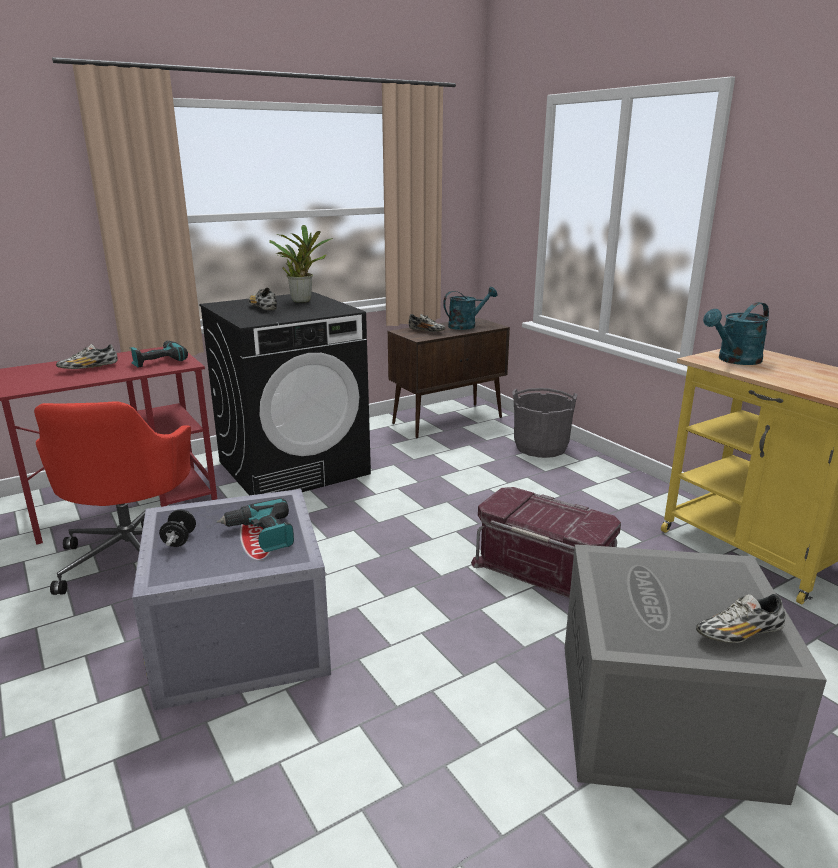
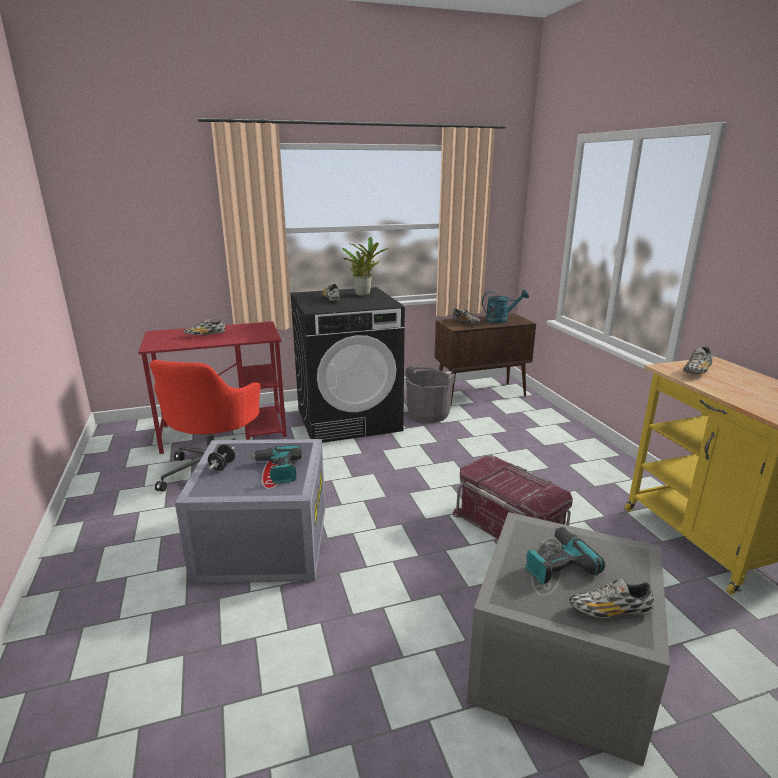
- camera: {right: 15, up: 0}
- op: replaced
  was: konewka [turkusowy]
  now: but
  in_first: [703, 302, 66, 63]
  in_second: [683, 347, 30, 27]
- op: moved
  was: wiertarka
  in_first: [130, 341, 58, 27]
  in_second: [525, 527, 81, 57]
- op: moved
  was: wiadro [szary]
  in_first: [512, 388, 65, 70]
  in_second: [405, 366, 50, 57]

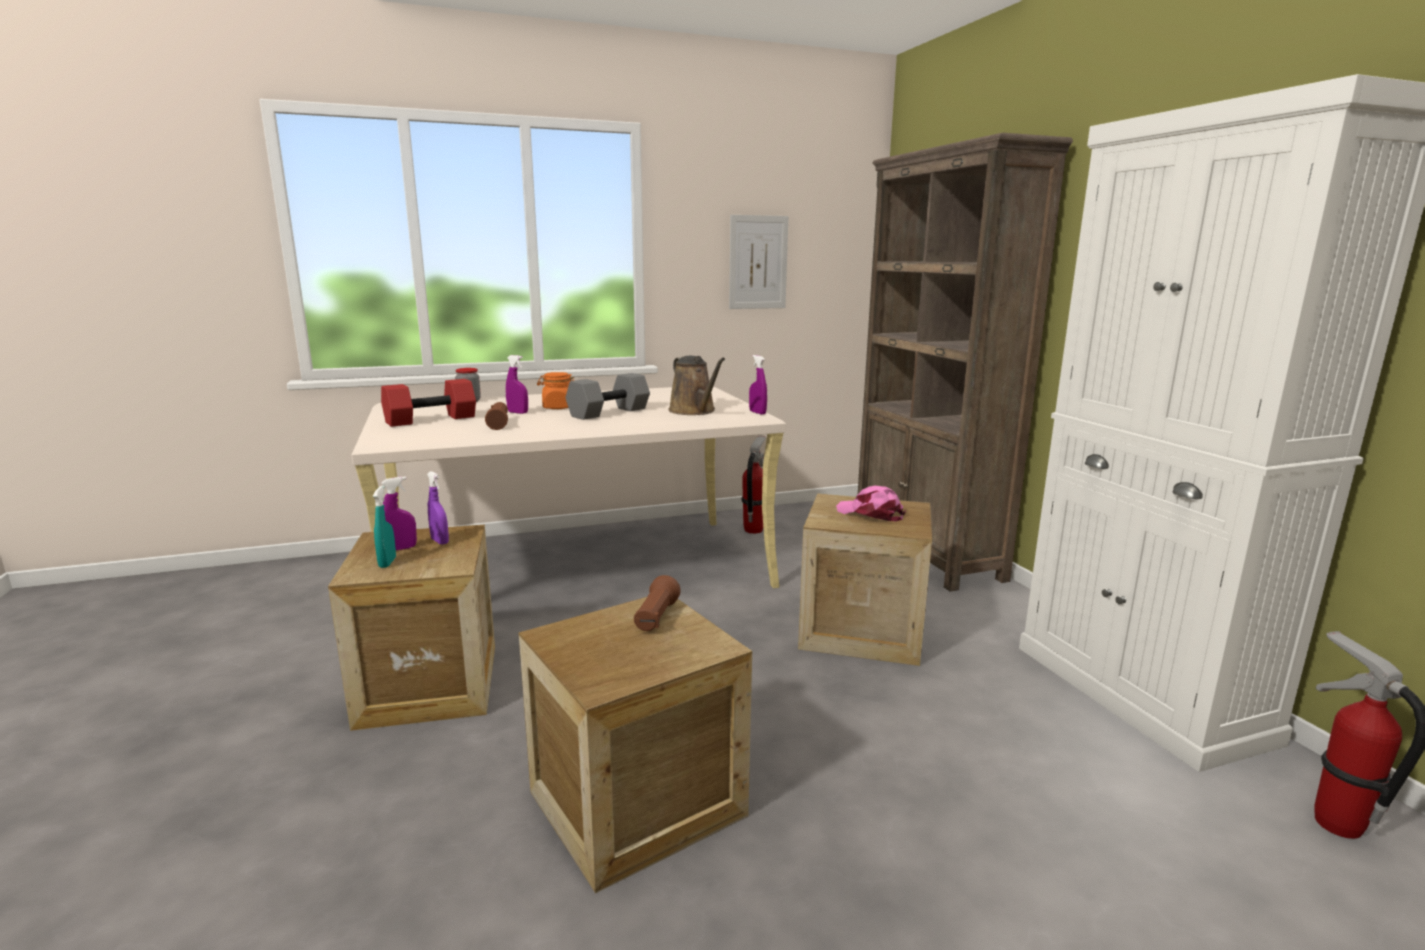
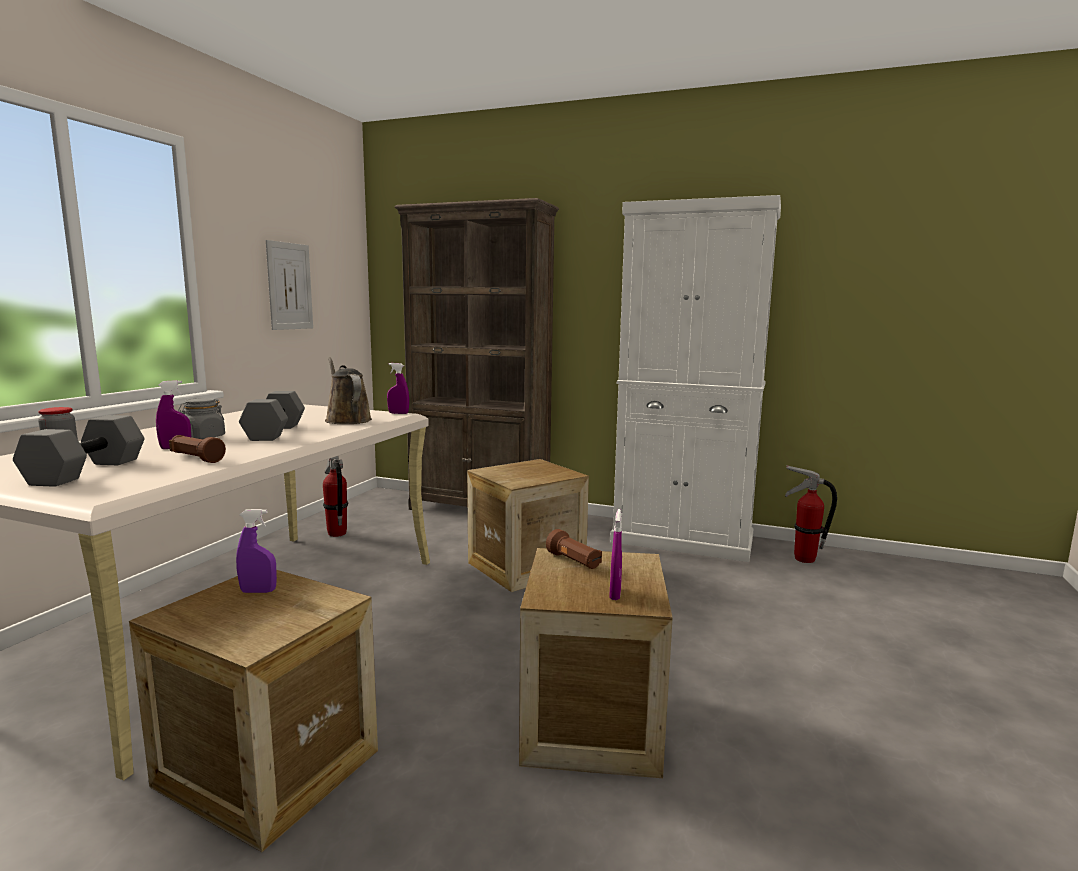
- camera: {right: -50, up: -5}
- op: turned
  was: konewka [brązowy]
  in_first: [668, 356, 57, 59]
  in_second: [325, 357, 47, 67]
  clockwise: -135
- op: recoloured
  was: słoik [pomarańczowy]
  now: słoik [szary]
  in_first: [537, 372, 38, 37]
  in_second: [178, 398, 47, 41]
- op: recoloured
  was: hantel [czerwony]
  now: hantel [szary]
  in_first: [381, 379, 95, 48]
  in_second: [13, 415, 131, 72]
- op: moved
  was: spryskiwacz [fioletowy]
  in_first: [382, 476, 35, 74]
  in_second: [609, 509, 13, 91]
- op: removed
  was: spryskiwacz [turkusowy]
  in_first: [373, 486, 23, 82]
- op: removed
  was: czapka z daszkiem [różowy]
  in_first: [836, 486, 70, 36]

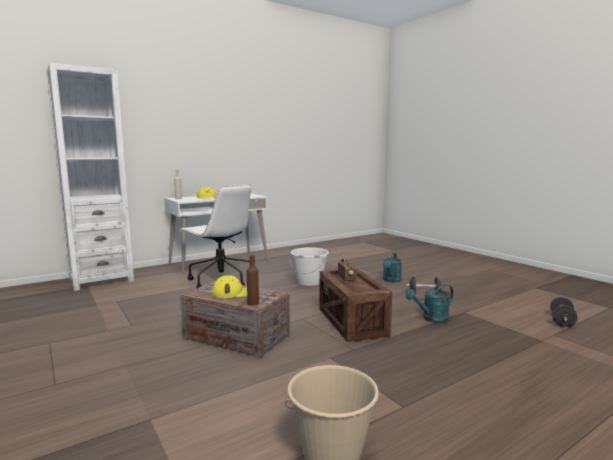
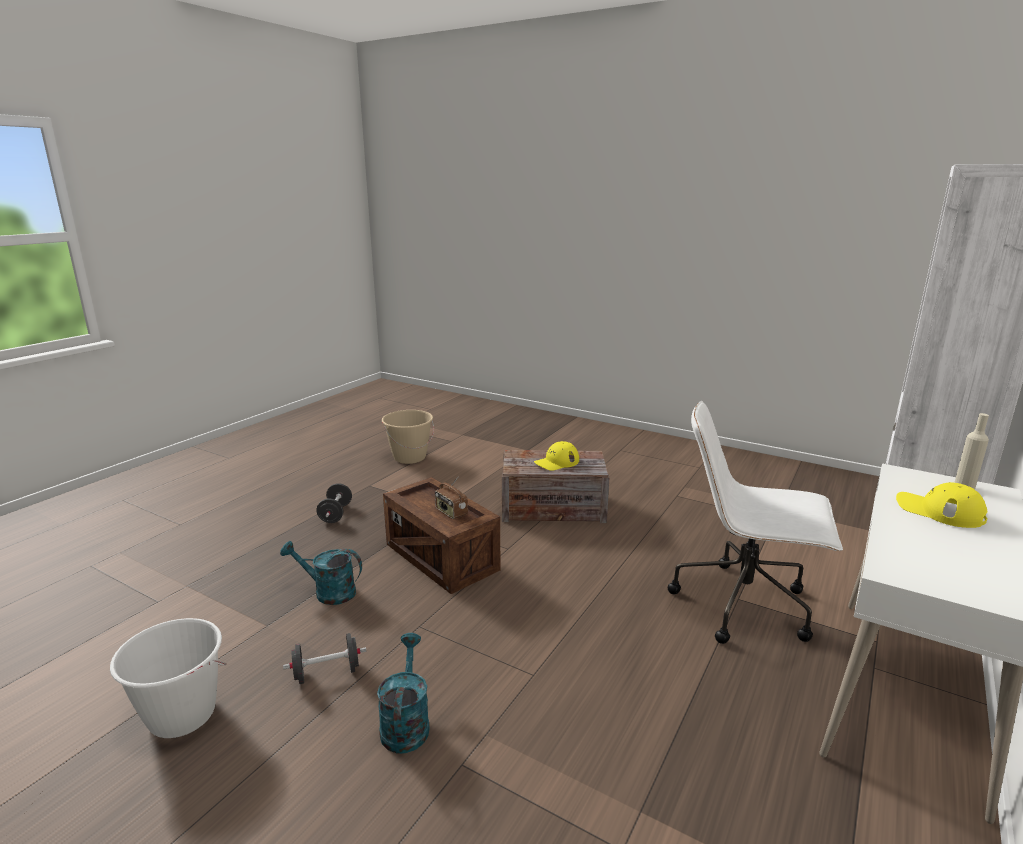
- camera: {right: 155, up: 10}
- op: moved
  was: wiadro [biały]
  in_first: [291, 247, 38, 39]
  in_second: [110, 618, 117, 120]
- op: removed
  was: butelka [brązowy]
  in_first: [247, 255, 12, 51]
- op: turned
  was: konewka [turkusowy]
  in_first: [406, 284, 47, 39]
  in_second: [280, 541, 82, 64]
  clockwise: -120
- op: moved
  was: hantel [czarny]
  in_first: [550, 297, 28, 30]
  in_second: [316, 483, 36, 40]

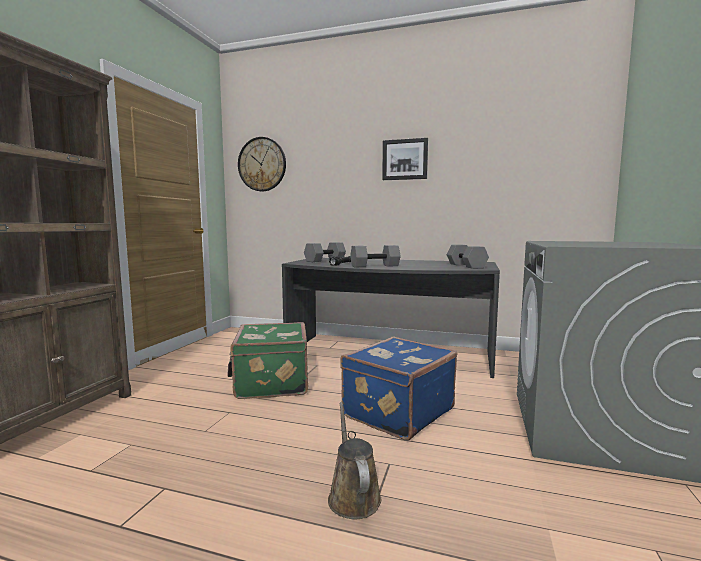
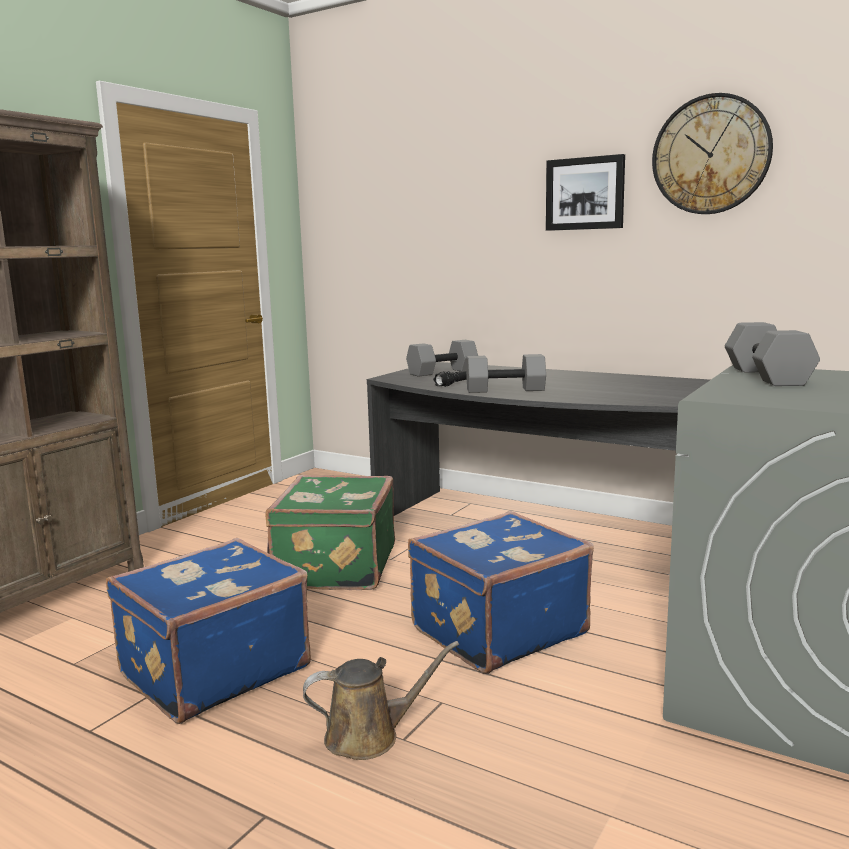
- camera: {right: 15, up: 5}
- op: moved
  was: zegar ścienny
  in_first: [238, 137, 48, 54]
  in_second: [652, 93, 121, 121]
- op: moved
  was: hantel [szary]
  in_first: [447, 245, 42, 24]
  in_second: [725, 322, 95, 64]
- op: turned
  was: konewka [brązowy]
  in_first: [328, 402, 53, 117]
  in_second: [303, 641, 156, 119]
  clockwise: 75
- op: added
  now: walizka [niebieski]
  in_second: [106, 538, 205, 186]

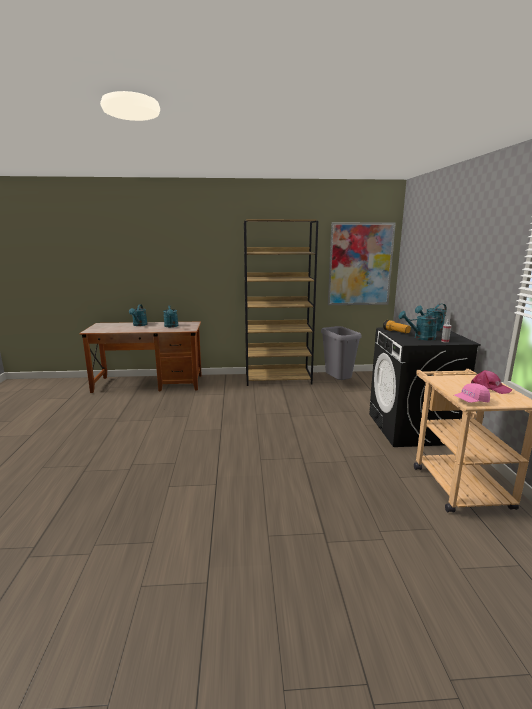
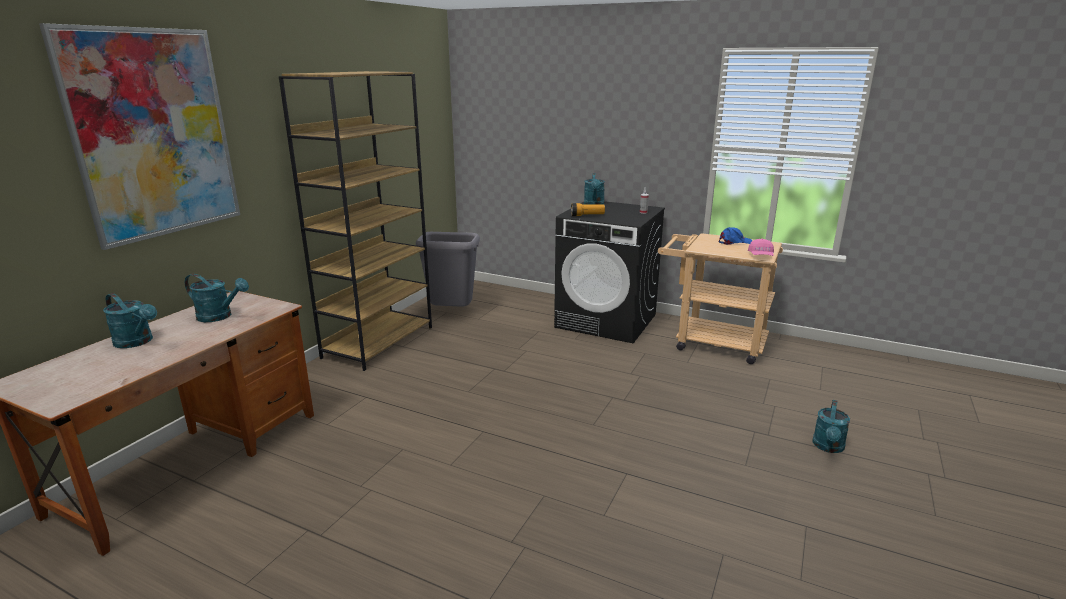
- camera: {right: -60, up: 5}
- op: moved
  was: obraz
  in_first: [328, 222, 68, 83]
  in_second: [39, 23, 201, 227]
- op: moved
  was: konewka [turkusowy]
  in_first: [398, 311, 45, 29]
  in_second: [812, 400, 38, 53]
- op: recoloured
  was: czapka z daszkiem [różowy]
  now: czapka z daszkiem [niebieski]
  in_first: [471, 370, 41, 24]
  in_second: [719, 227, 33, 18]

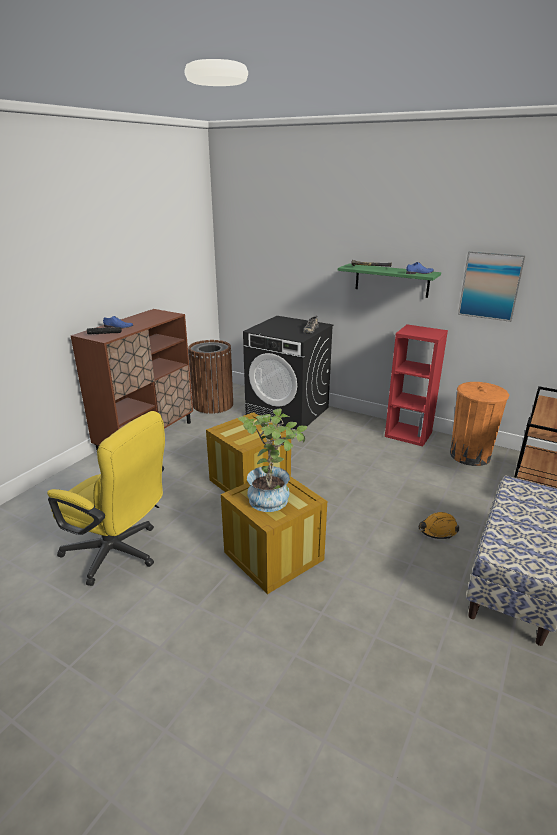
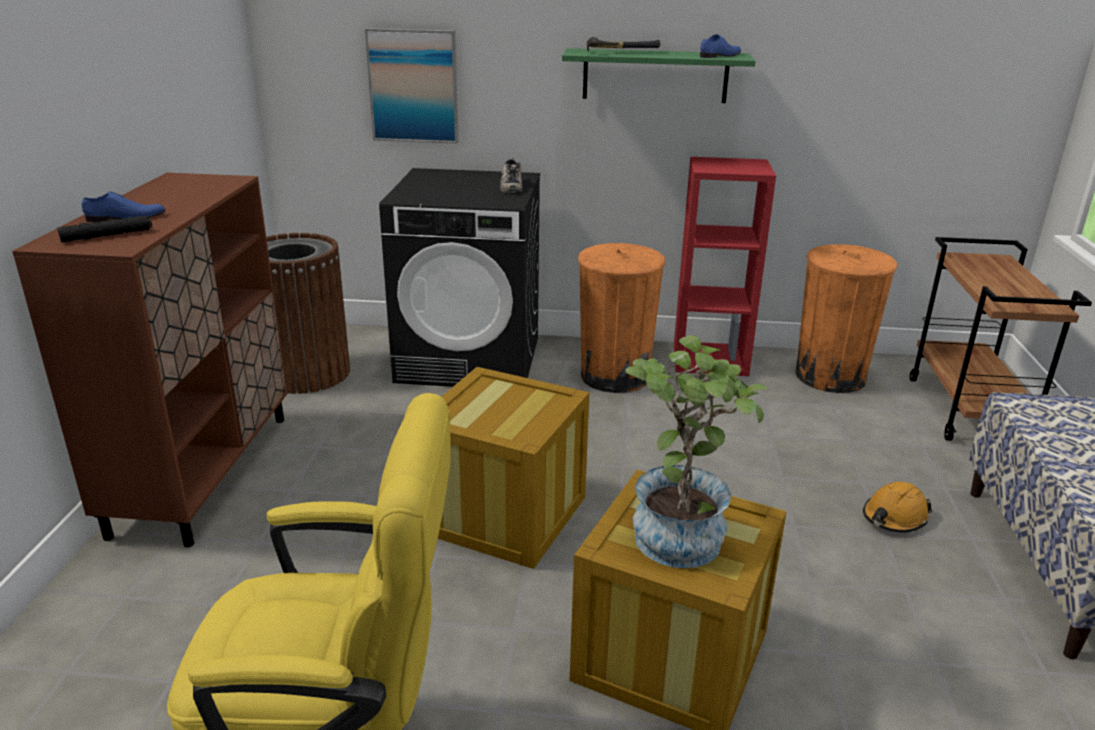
- camera: {right: -25, up: 0}
- op: moved
  was: obraz
  in_first: [458, 251, 68, 71]
  in_second: [365, 28, 94, 116]
- op: added
  now: kosz na śmieci [pomarańczowy]
  in_second: [578, 243, 87, 150]

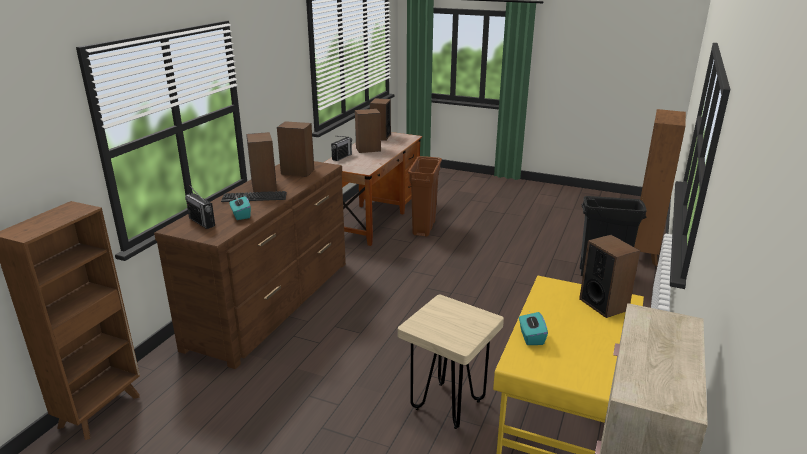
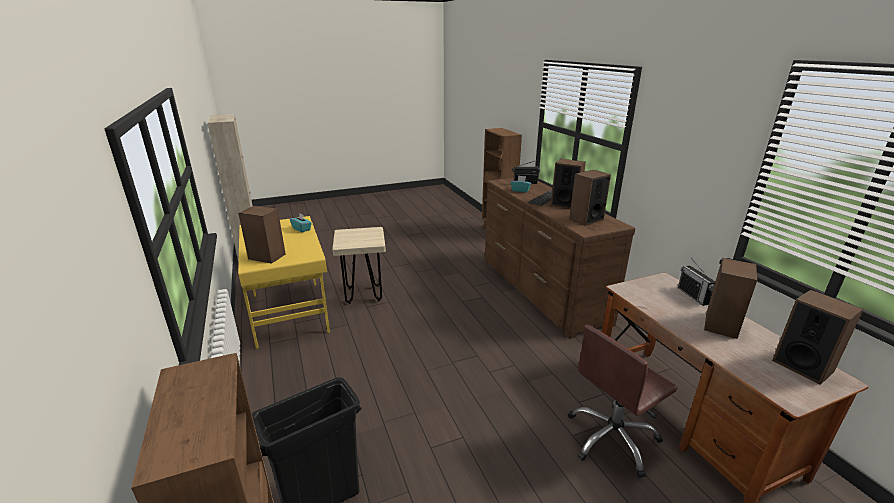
- camera: {right: 135, up: 0}
- op: replaced
  was: kosz na śmieci [brązowy]
  now: krzesło biurowe [brązowy]
  in_first: [408, 156, 34, 81]
  in_second: [568, 325, 110, 153]

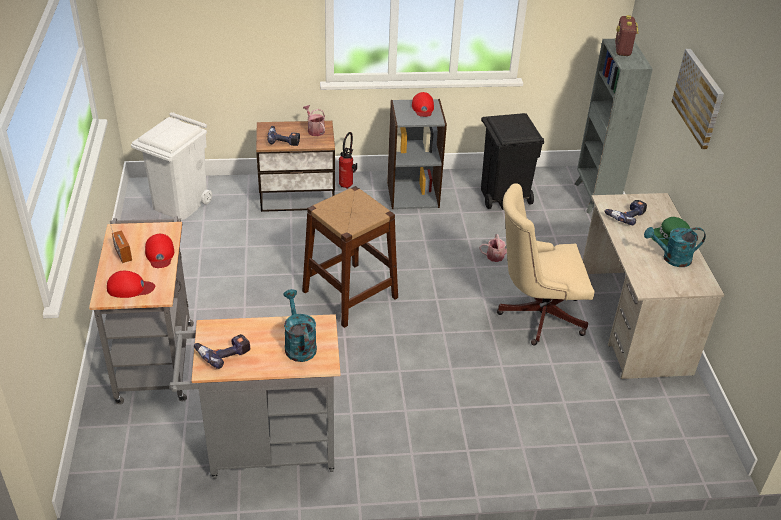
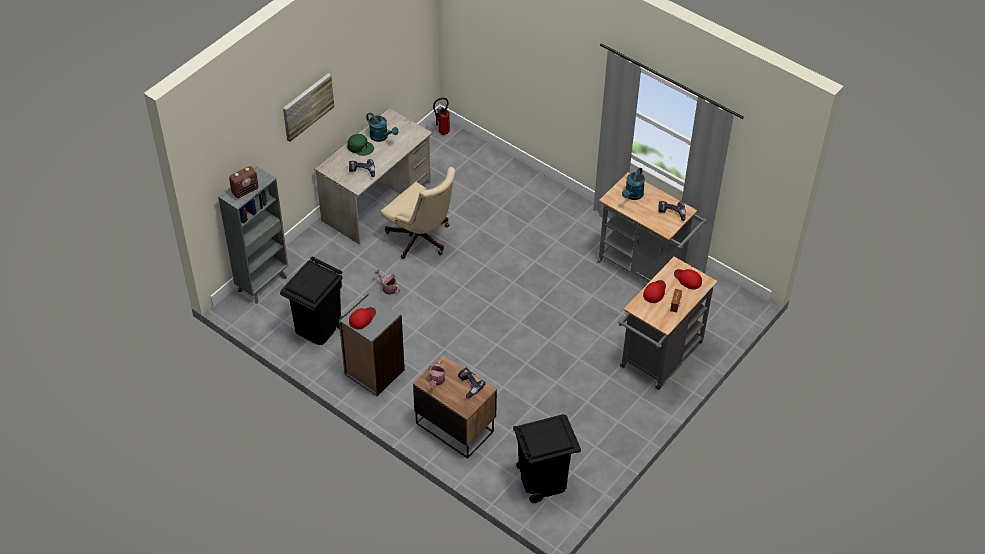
- camera: {right: -135, up: 10}
- op: recoloured
  was: kosz na śmieci [biały]
  now: kosz na śmieci [czarny]
  in_first: [131, 112, 81, 108]
  in_second: [513, 414, 68, 89]
- op: moved
  was: gaśnica
  in_first: [339, 132, 18, 57]
  in_second: [433, 98, 17, 37]
- op: removed
  was: stołek [brązowy]
  in_first: [302, 186, 96, 142]

